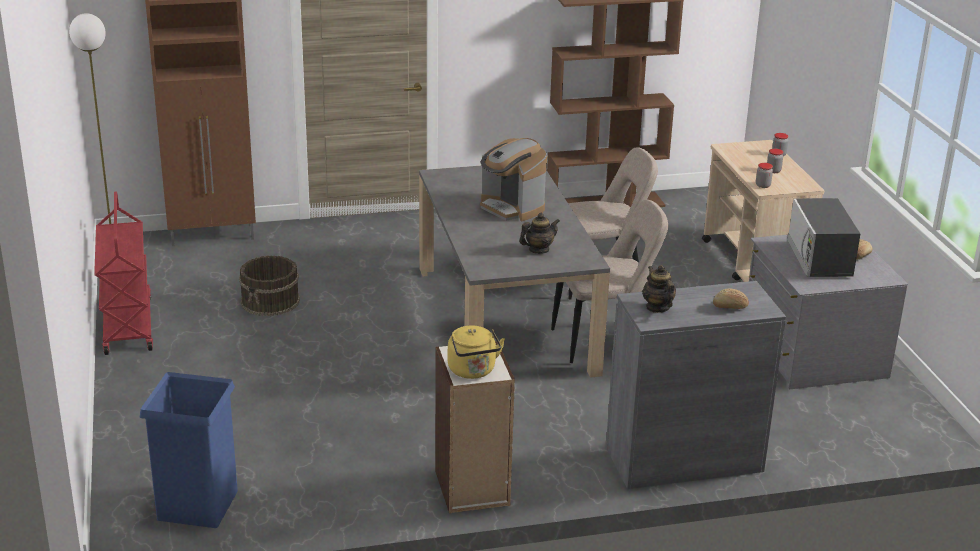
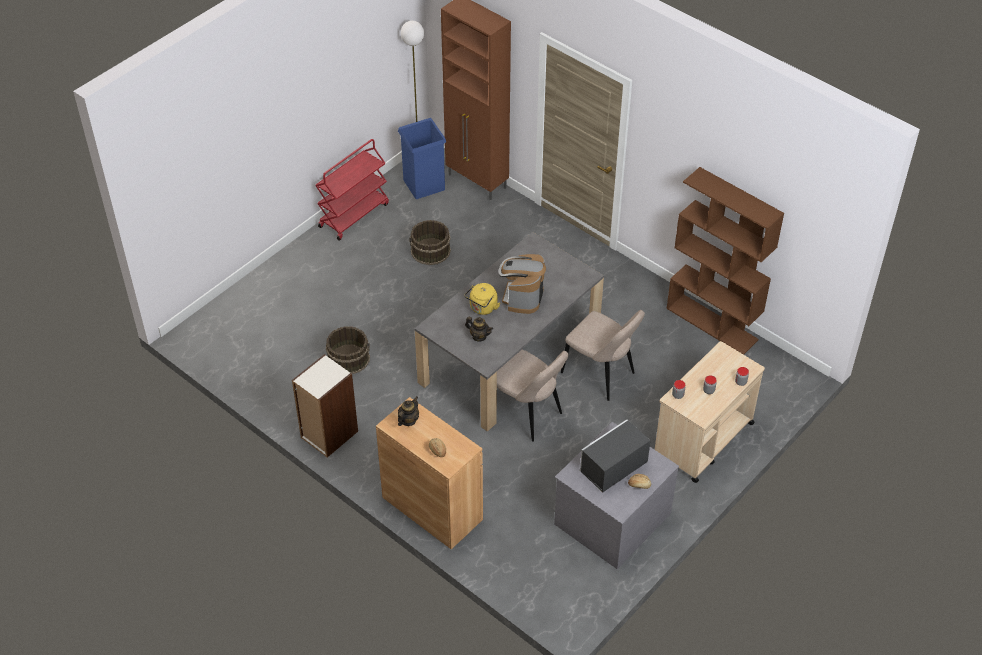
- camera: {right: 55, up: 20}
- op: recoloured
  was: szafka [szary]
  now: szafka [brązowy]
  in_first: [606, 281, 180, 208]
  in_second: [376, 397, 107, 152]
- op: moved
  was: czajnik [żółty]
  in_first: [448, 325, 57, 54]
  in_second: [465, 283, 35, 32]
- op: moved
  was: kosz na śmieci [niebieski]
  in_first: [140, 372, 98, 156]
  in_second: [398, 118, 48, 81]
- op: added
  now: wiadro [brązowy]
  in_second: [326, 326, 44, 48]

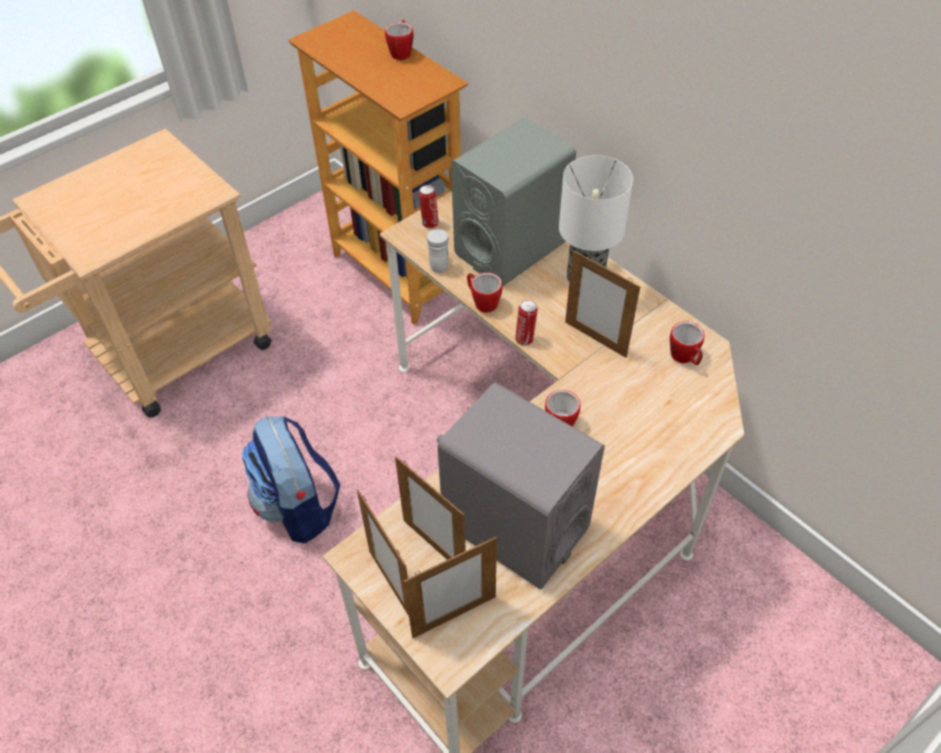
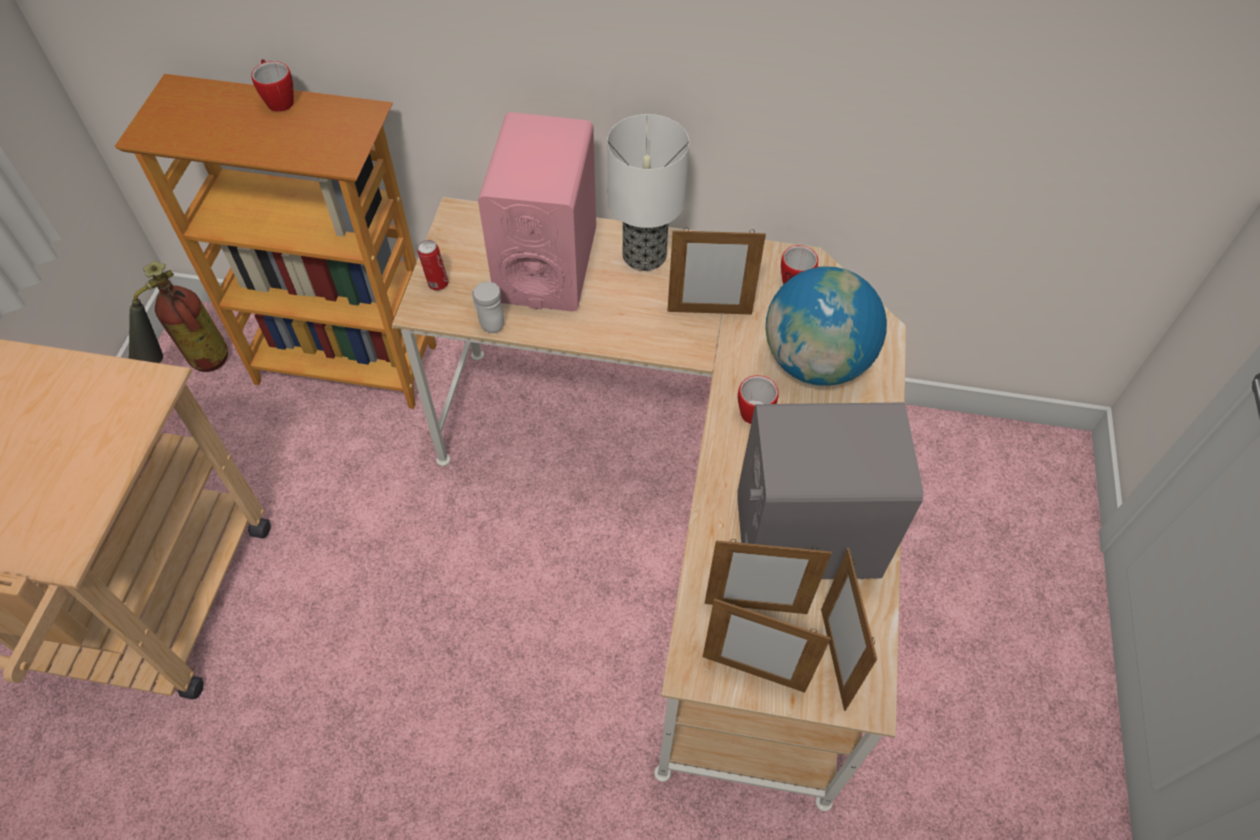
- camera: {right: -40, up: 5}
- op: recoloured
  was: głośnik [szary]
  now: głośnik [różowy]
  in_first: [451, 118, 125, 168]
  in_second: [478, 112, 118, 200]
- op: removed
  was: kubek
  in_first: [467, 272, 36, 41]
- op: removed
  was: puszka
  in_first: [515, 300, 23, 45]
- op: removed
  was: plecak
  in_first: [242, 416, 98, 127]
- op: turned
  was: ramka na zdjęcie
  in_first: [404, 537, 93, 101]
  in_second: [821, 548, 56, 163]
  clockwise: 150
- op: added
  now: gaśnica
  in_second: [128, 261, 100, 111]
- op: added
  now: globus
  in_second: [766, 266, 121, 120]

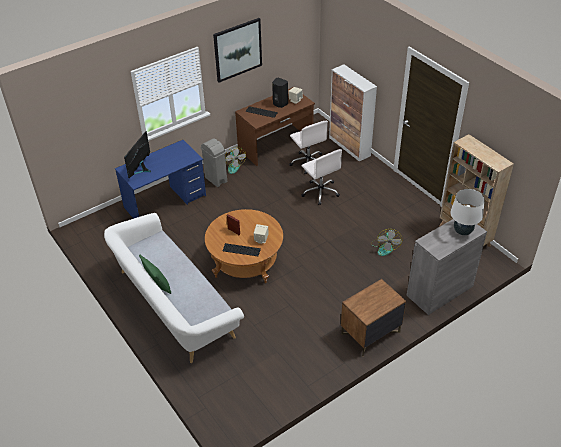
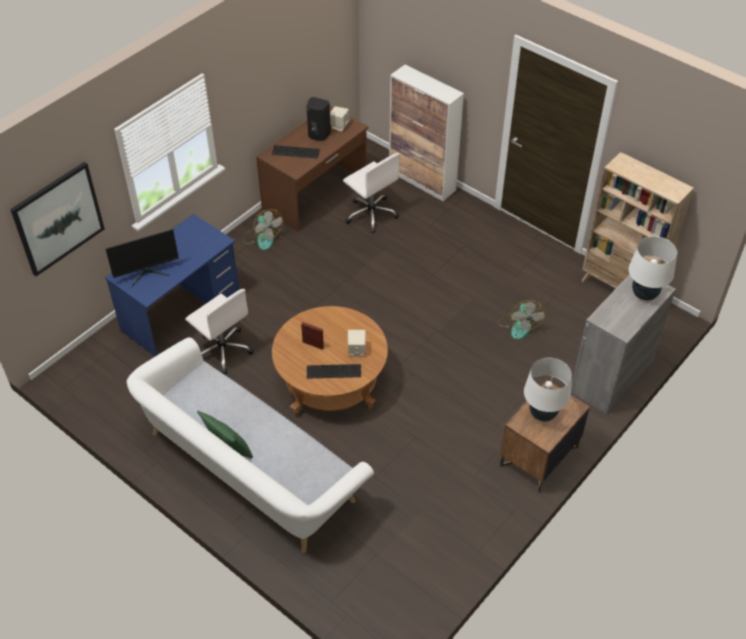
- camera: {right: -15, up: 5}
- op: moved
  was: obraz
  in_first: [213, 18, 49, 64]
  in_second: [10, 162, 95, 114]
- op: turned
  was: monitor
  in_first: [124, 131, 27, 47]
  in_second: [106, 229, 73, 59]
  clockwise: -120
- op: removed
  was: kosz na śmieci [szary]
  in_first: [200, 139, 27, 48]
- op: moved
  was: krzesło biurowe [biały]
  in_first: [301, 149, 41, 56]
  in_second: [185, 289, 69, 85]
- op: added
  now: lampa stołowa [biały]
  in_second: [524, 358, 48, 63]

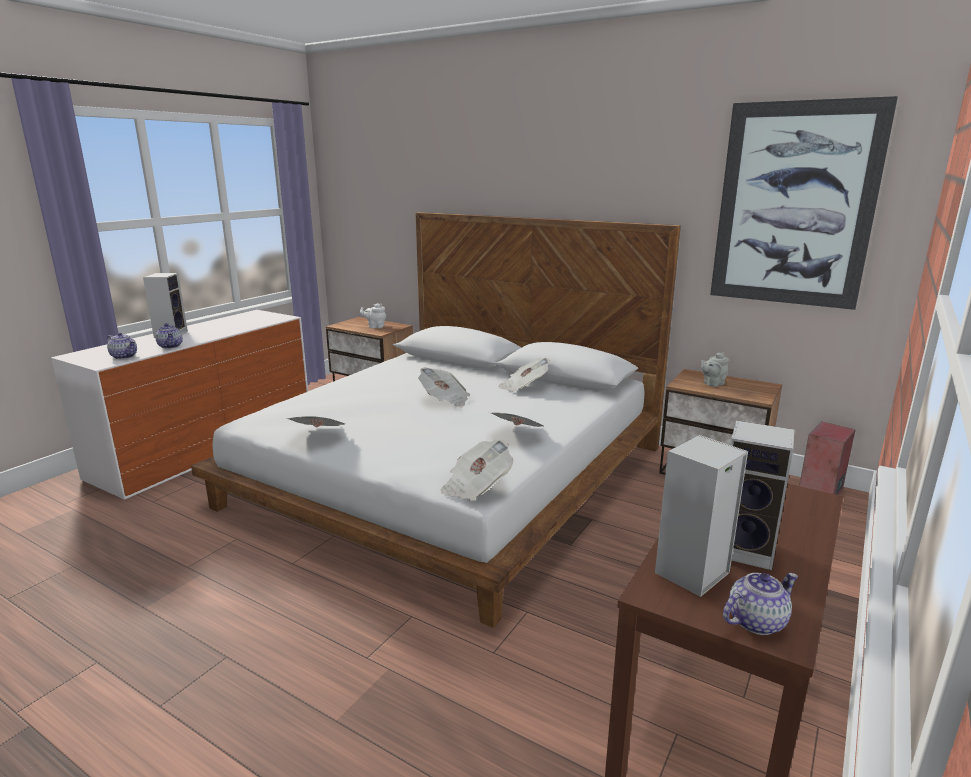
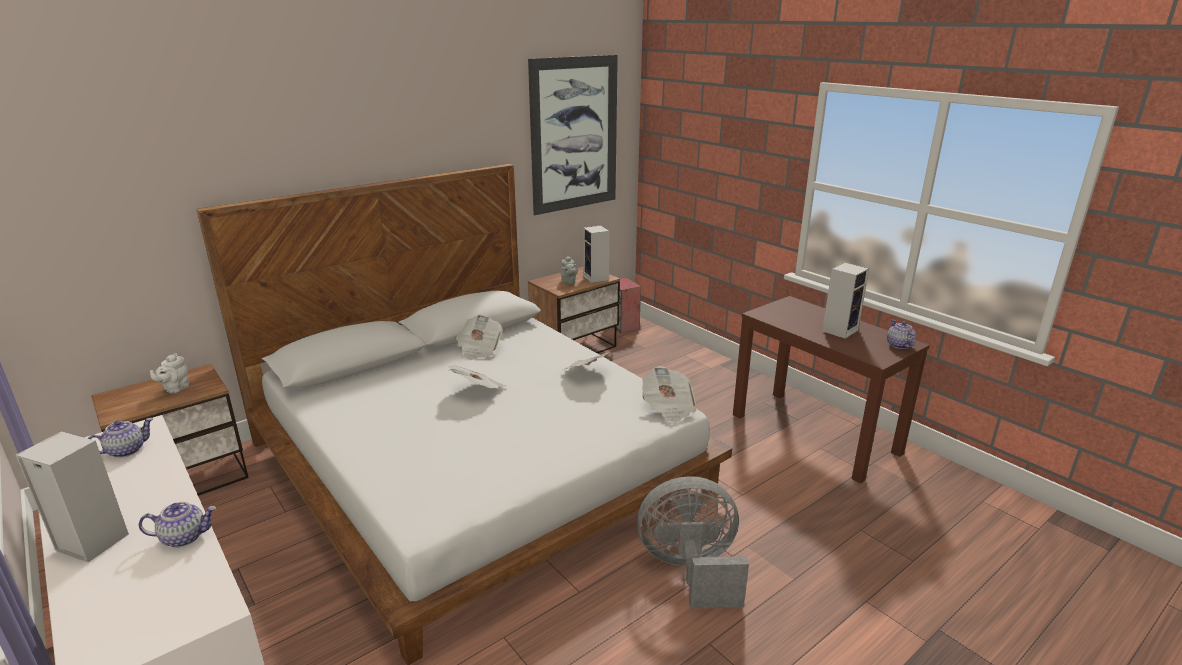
- camera: {right: -70, up: 5}
- op: moved
  was: imbryk
  in_first: [107, 332, 30, 27]
  in_second: [88, 418, 65, 40]
- op: removed
  was: gazeta
  in_first: [287, 416, 58, 11]
- op: moved
  was: głośnik
  in_first: [655, 435, 93, 162]
  in_second: [583, 226, 26, 57]
- op: added
  now: wentylator [szary]
  in_second: [637, 476, 112, 132]

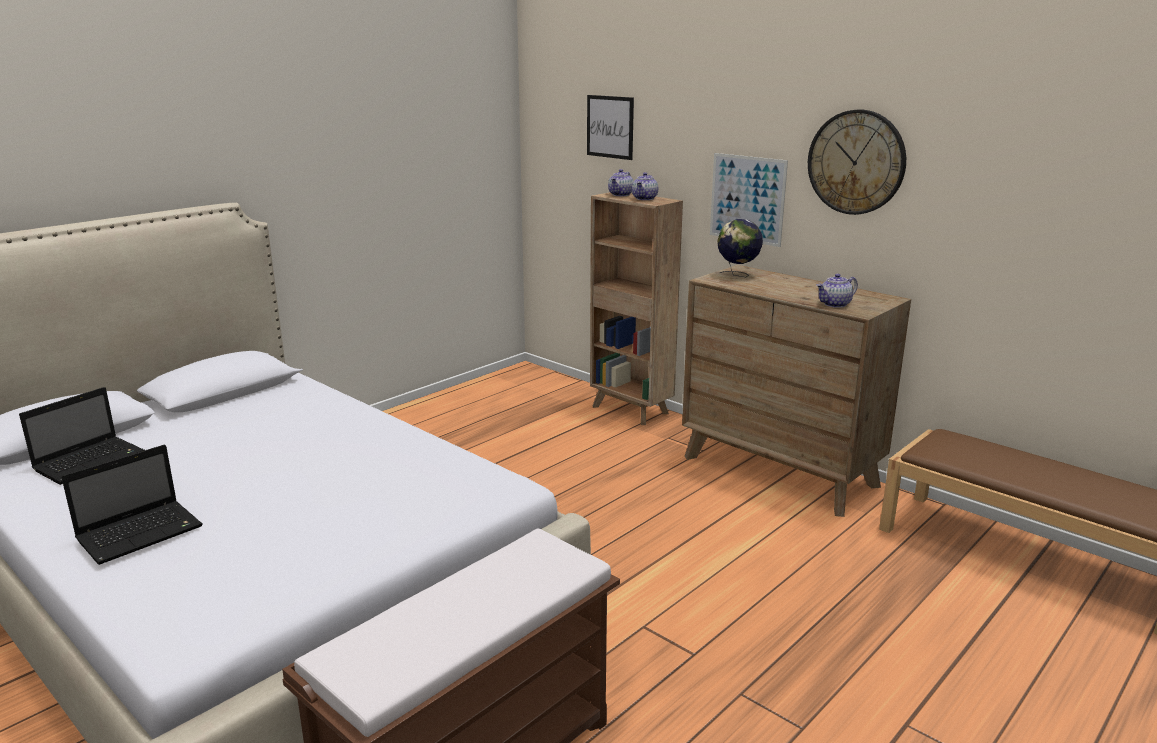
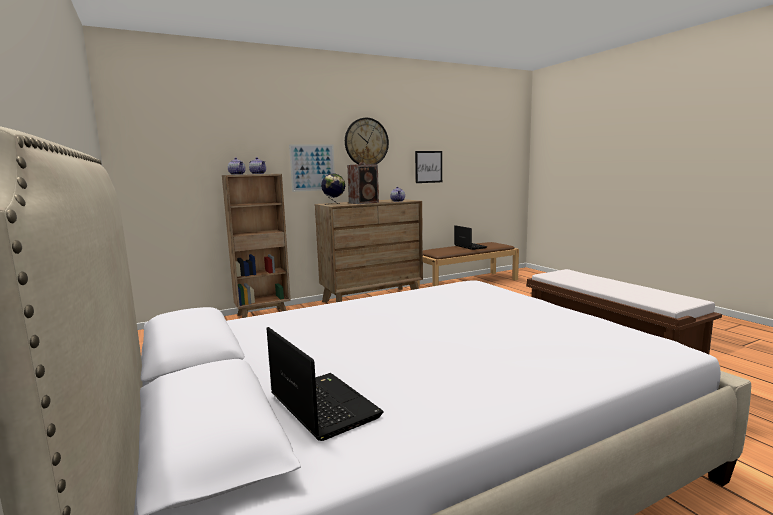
- camera: {right: -70, up: -10}
- op: moved
  was: obraz
  in_first: [587, 95, 47, 65]
  in_second: [415, 151, 27, 32]
- op: moved
  was: laptop
  in_first: [61, 445, 142, 120]
  in_second: [454, 225, 33, 25]
- op: added
  now: głośnik
  in_second: [347, 162, 32, 42]

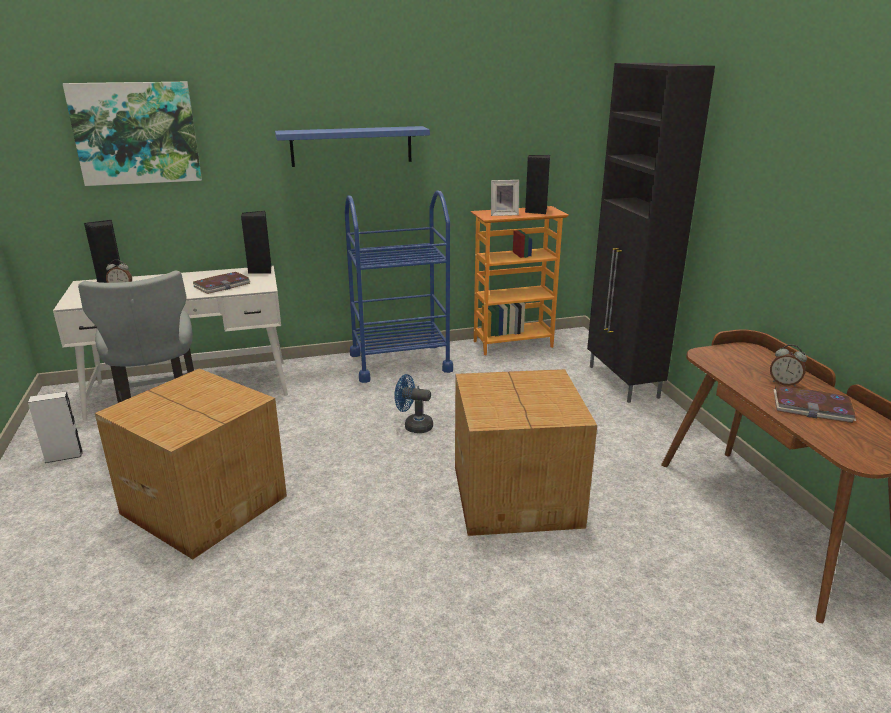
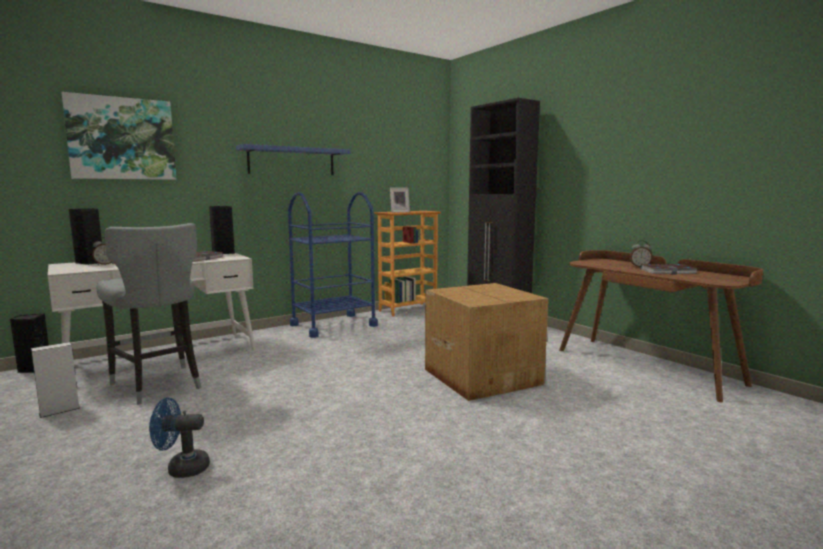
- camera: {right: -20, up: -15}
- op: moved
  was: głośnik [czarny]
  in_first: [525, 155, 25, 59]
  in_second: [10, 313, 39, 60]
- op: removed
  was: karton
  in_first: [95, 369, 192, 191]
- op: moved
  was: wentylator [niebieski]
  in_first: [394, 374, 39, 59]
  in_second: [149, 398, 61, 80]

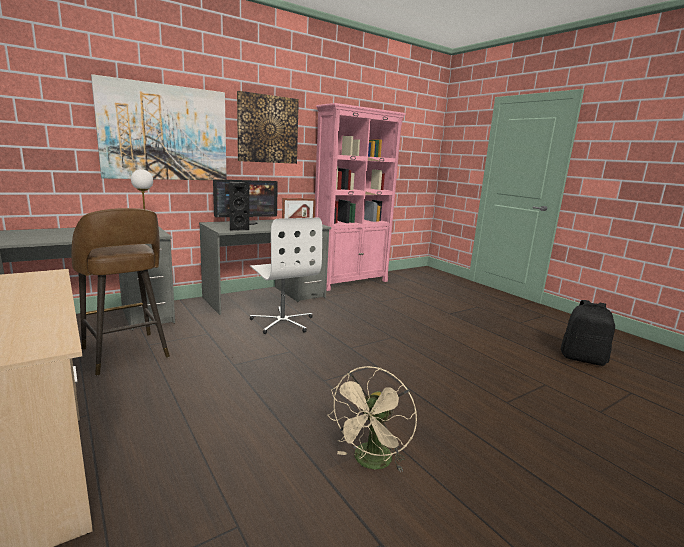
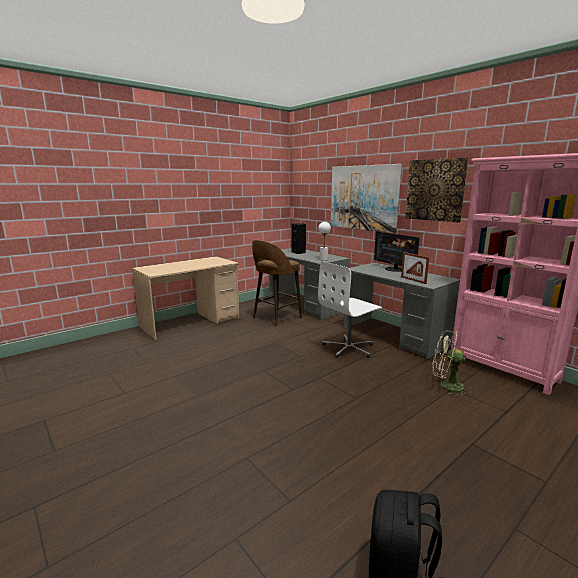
- camera: {right: 85, up: 0}
- op: moved
  was: głośnik [czarny]
  in_first: [229, 181, 20, 49]
  in_second: [291, 224, 15, 30]
- op: moved
  was: wentylator [beżowy]
  in_first: [327, 366, 90, 106]
  in_second: [432, 330, 39, 66]

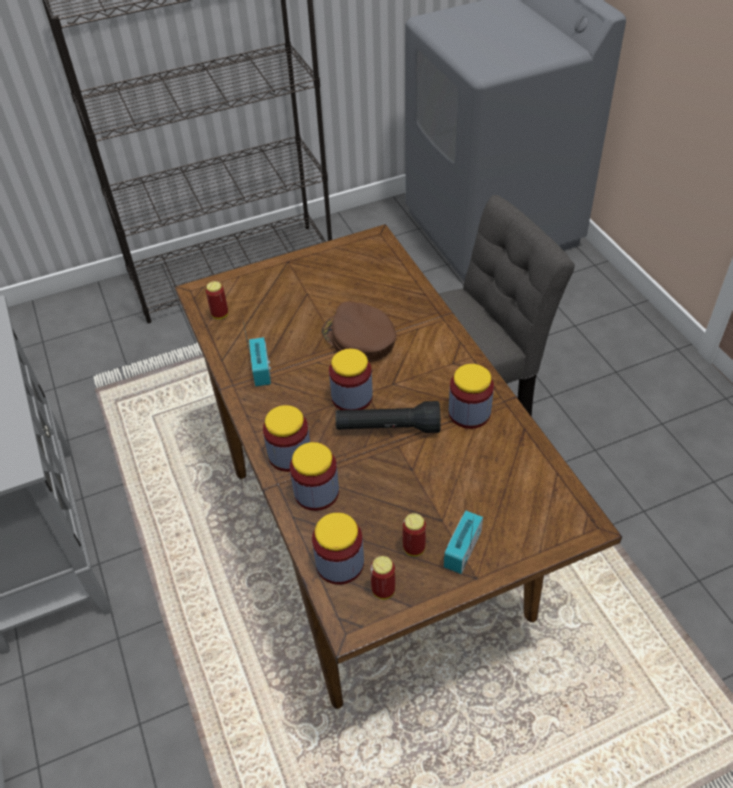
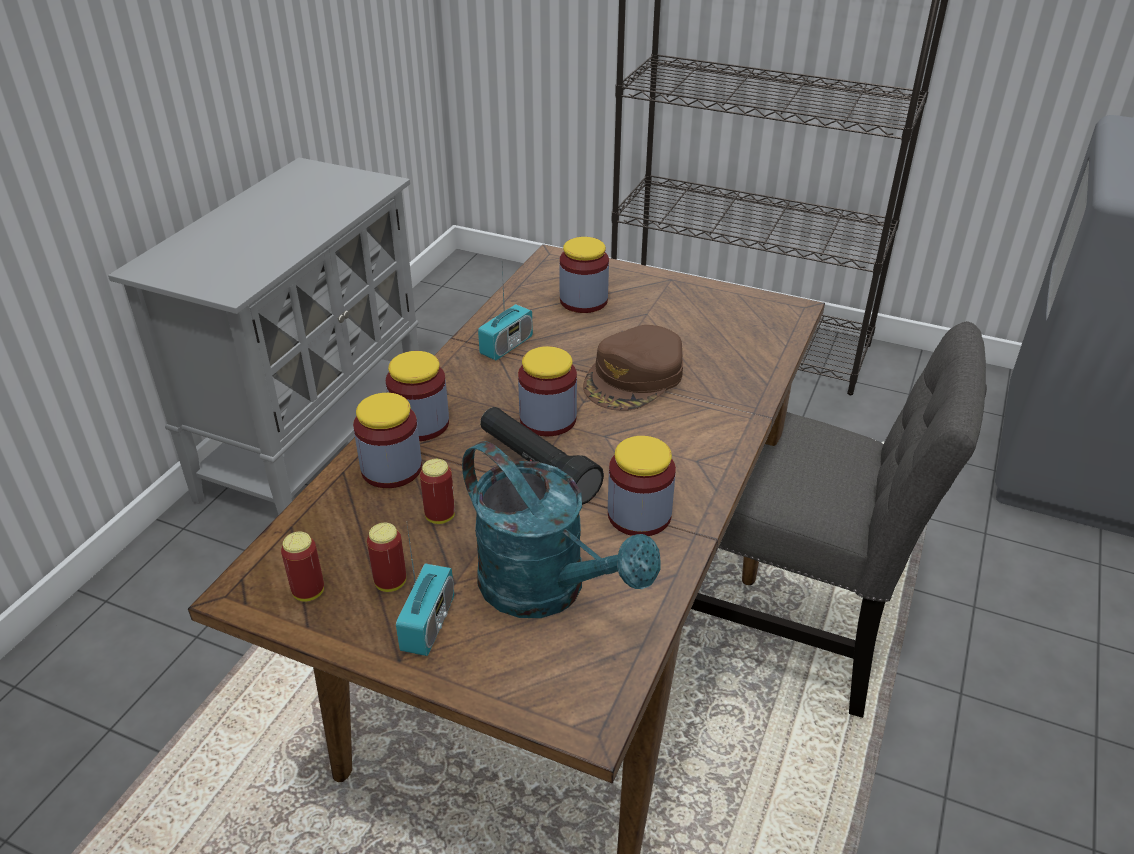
- camera: {right: 45, up: -10}
- op: moved
  was: puszka
  in_first: [206, 281, 22, 38]
  in_second: [420, 459, 35, 65]
- op: turned
  was: czapka z daszkiem [brązowy]
  in_first: [321, 301, 76, 61]
  in_second: [583, 325, 100, 86]
  clockwise: -150
- op: turned
  was: radio
  in_first: [444, 511, 39, 63]
  in_second: [396, 521, 58, 135]
  clockwise: 120
- op: moved
  was: słoik
  in_first: [312, 513, 52, 72]
  in_second: [559, 237, 50, 76]
- op: added
  now: konewka [turkusowy]
  in_second: [462, 441, 199, 177]

